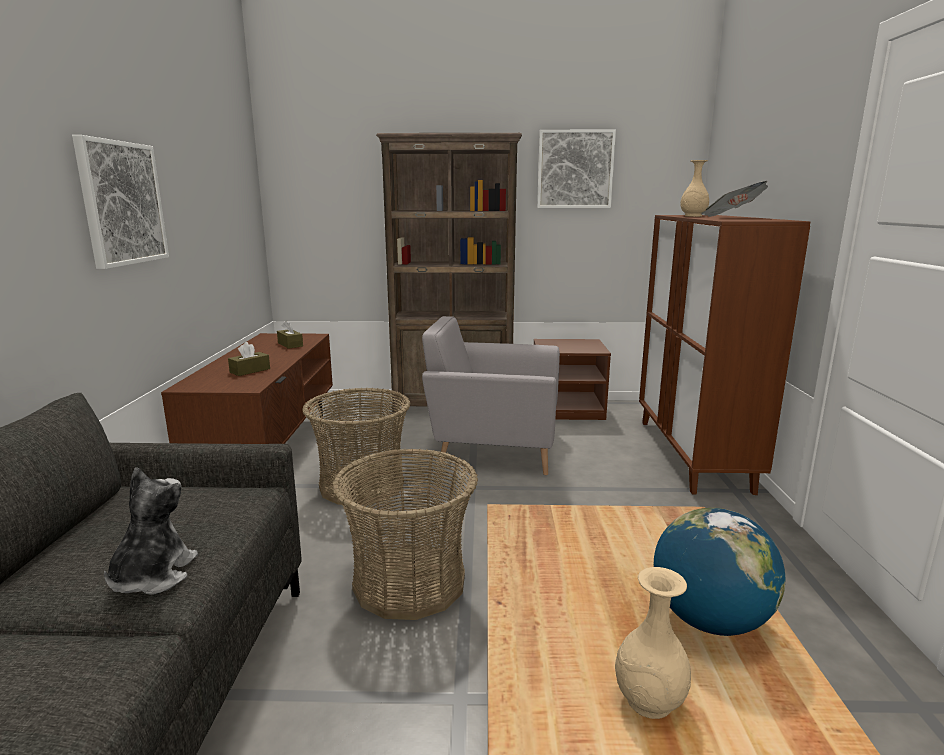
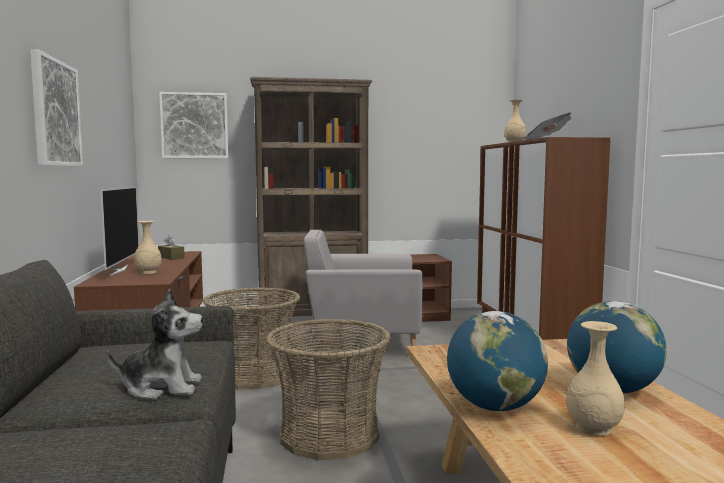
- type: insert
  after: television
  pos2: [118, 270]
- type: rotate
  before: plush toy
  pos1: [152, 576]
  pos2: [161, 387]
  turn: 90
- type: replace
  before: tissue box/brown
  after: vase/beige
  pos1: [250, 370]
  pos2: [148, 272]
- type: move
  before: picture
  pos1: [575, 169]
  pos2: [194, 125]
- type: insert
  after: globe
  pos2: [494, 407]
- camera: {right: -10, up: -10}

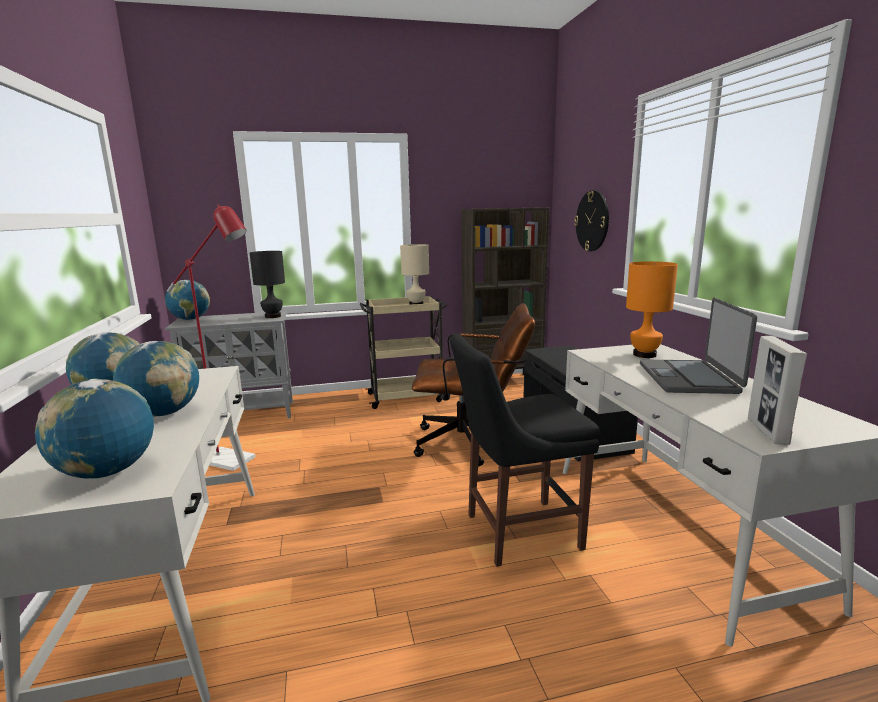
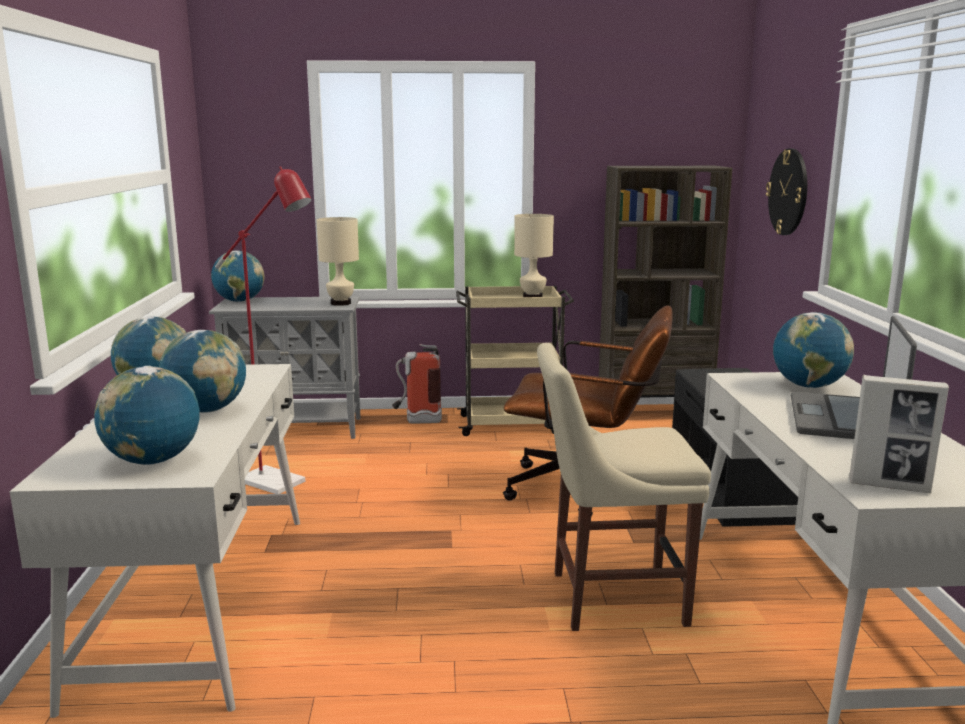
- type: recolor
  before: table lamp/black
  after: table lamp/beige
  pos1: [273, 316]
  pos2: [341, 303]
- type: insert
  after: fire extinguisher
  pos2: [417, 421]
- type: recolor
  before: chair/black
  after: chair/beige
  pos1: [517, 531]
  pos2: [610, 597]
- type: replace
  before: table lamp/orange
  after: globe
  pos1: [645, 355]
  pos2: [808, 386]
- type: rotate
  before: picture frame
  pos1: [767, 431]
  pos2: [889, 486]
  turn: -90
- camera: {right: 10, up: 0}

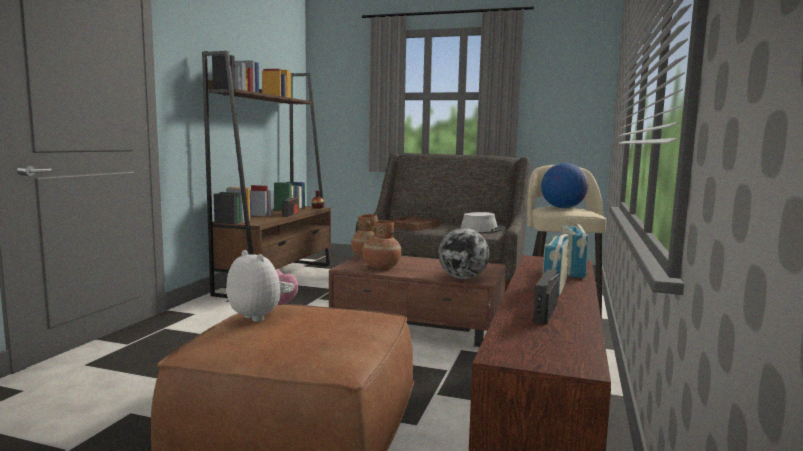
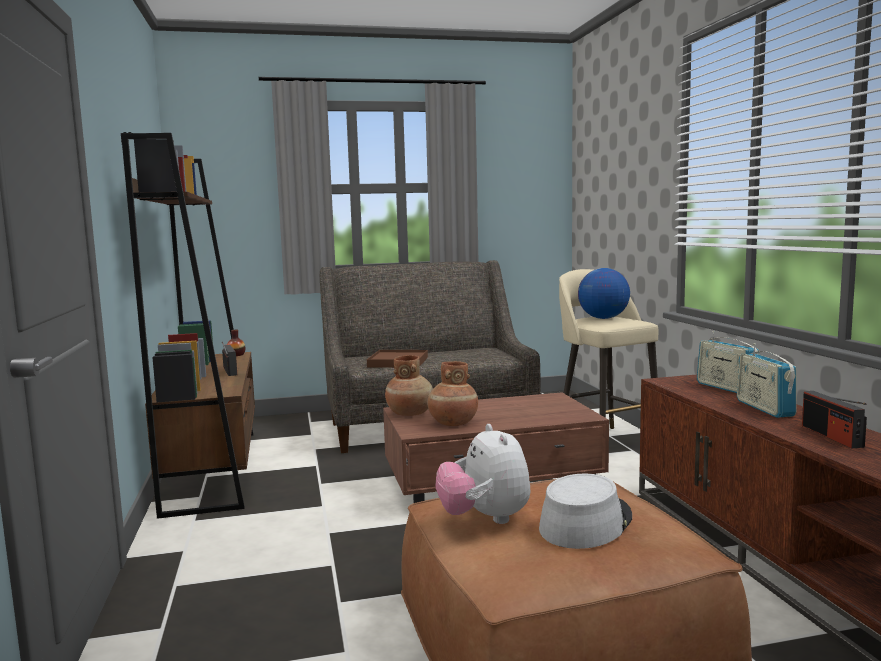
- type: rotate
  before: plush toy
  pos1: [262, 316]
  pos2: [485, 519]
  turn: -120
- type: move
  before: hat/grey
  pos1: [482, 229]
  pos2: [585, 523]
- type: delete
  before: globe
  pos1: [462, 278]
- camera: {right: -30, up: 0}

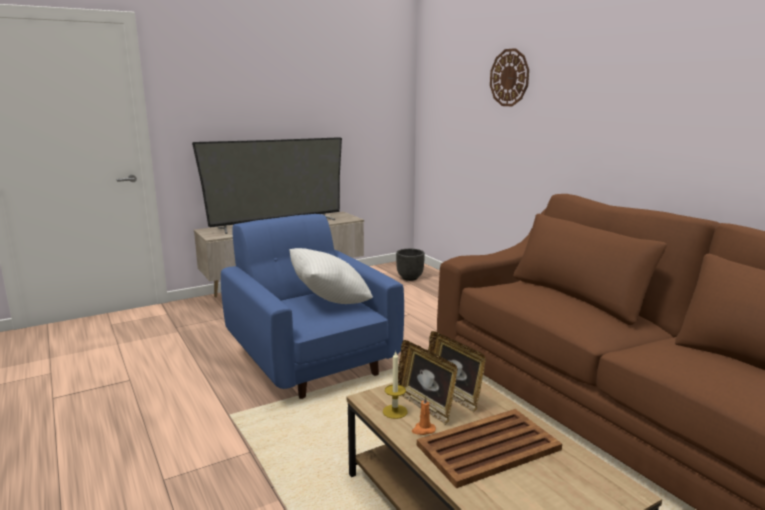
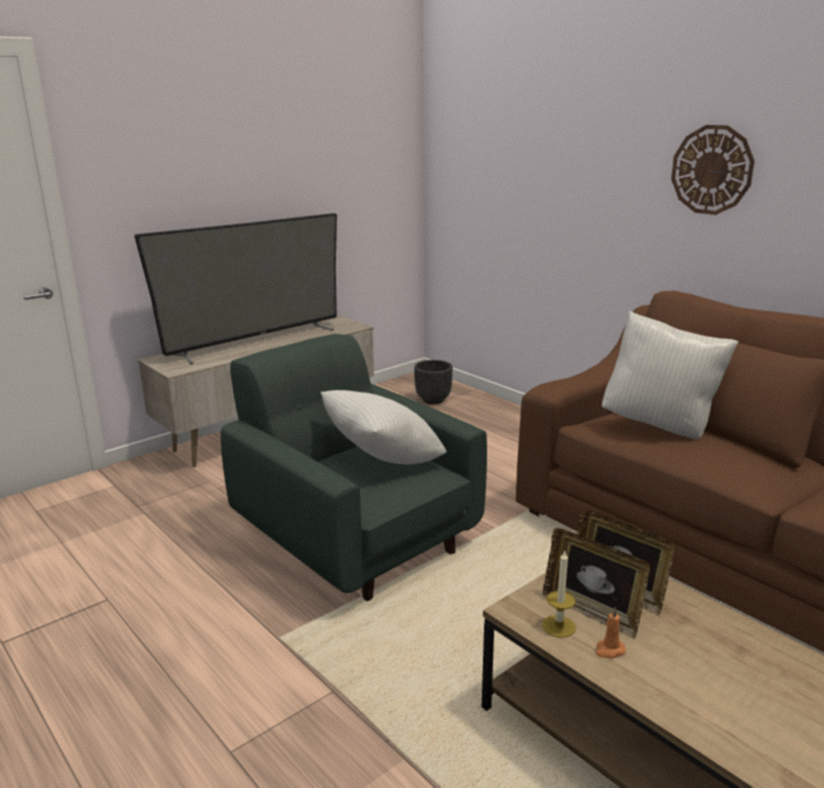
- type: recolor
  before: armchair/blue
  after: armchair/green
  pos1: [311, 360]
  pos2: [354, 539]
- type: insert
  after: pillow/white
  pos2: [660, 425]
- type: move
  before: wall clock
  pos1: [509, 77]
  pos2: [712, 170]
- type: delete
  before: tray/brown
  pos1: [487, 447]
- camera: {right: -10, up: 5}

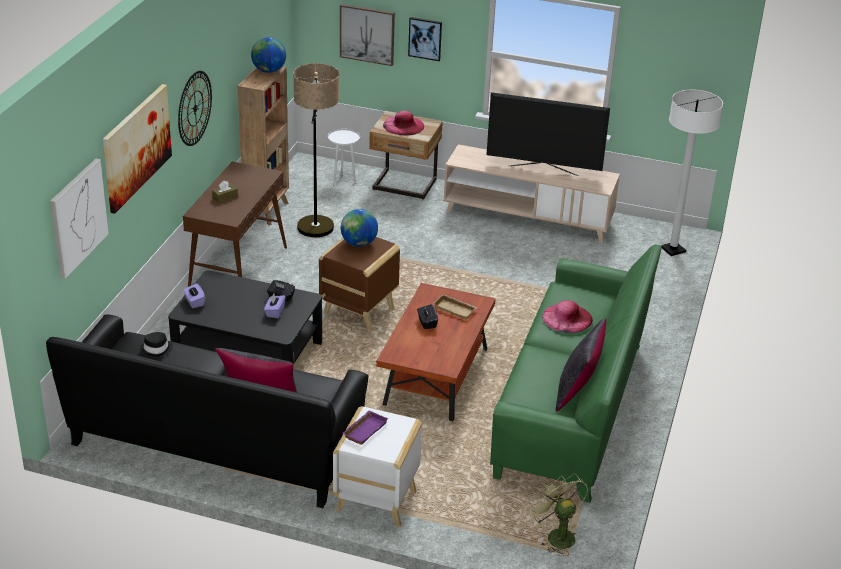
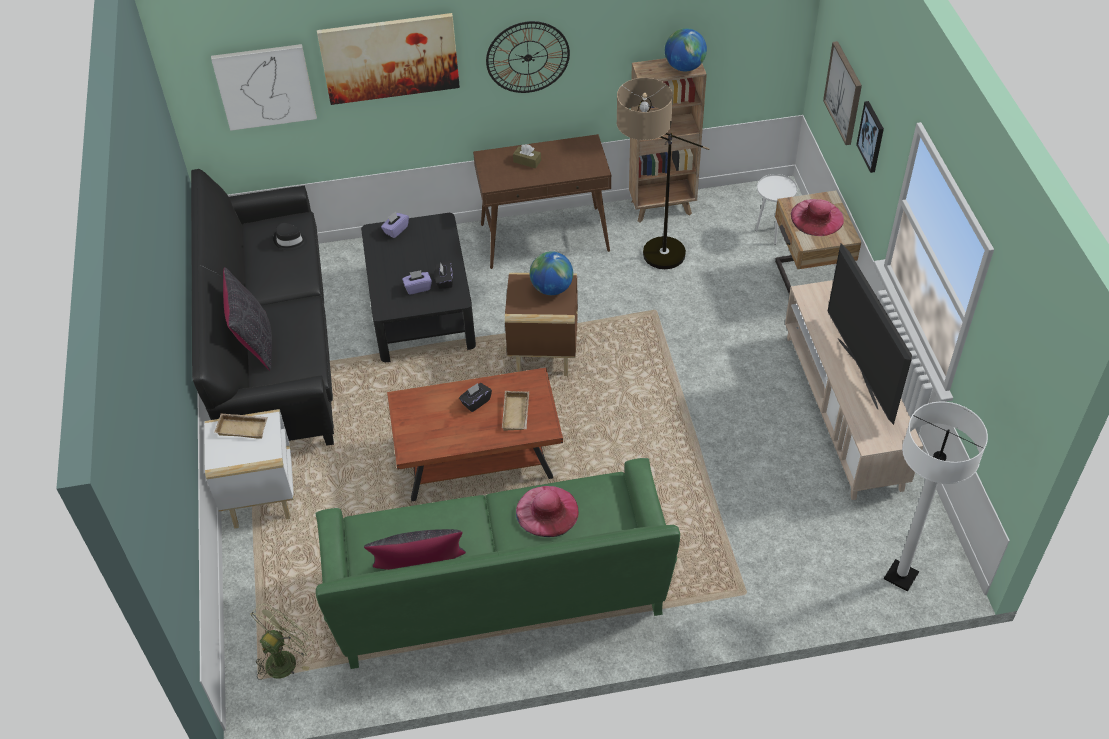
- type: recolor
  before: tray/purple
  after: tray/beige
  pos1: [364, 429]
  pos2: [243, 427]
- camera: {right: 65, up: 15}

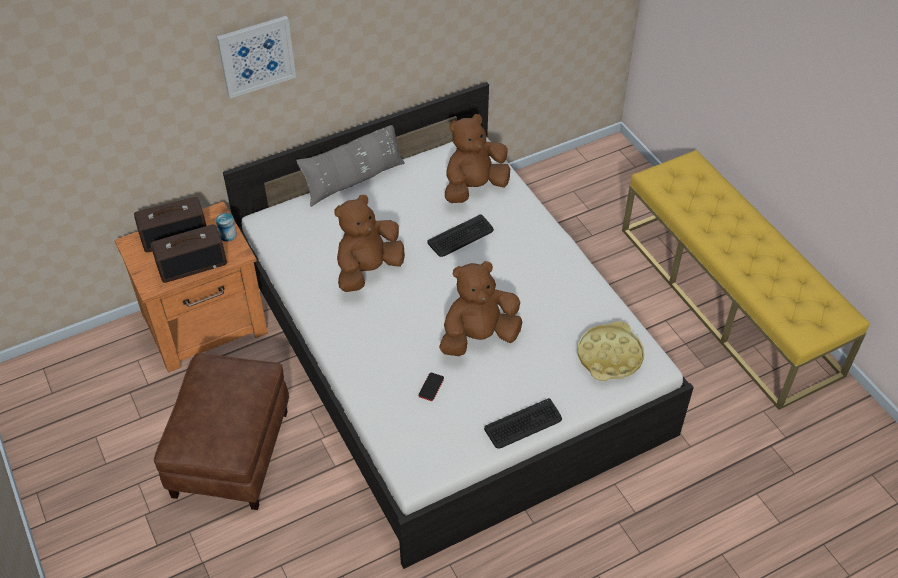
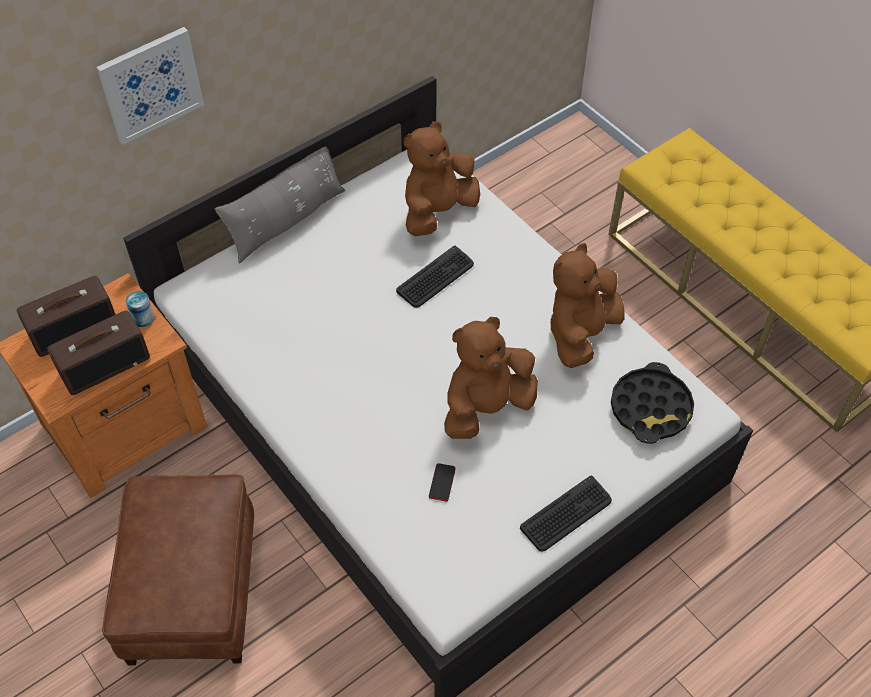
- type: move
  before: plush toy/brown
  pos1: [368, 270]
  pos2: [581, 333]
- type: recolor
  before: tray/yellow
  after: tray/black
  pos1: [610, 356]
  pos2: [650, 408]
- camera: {right: -10, up: 5}

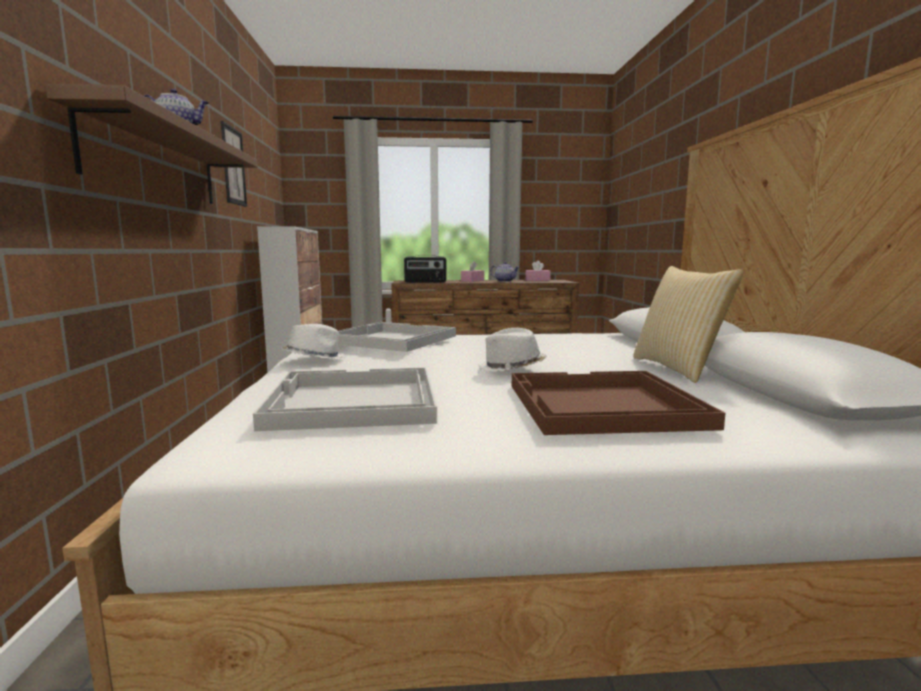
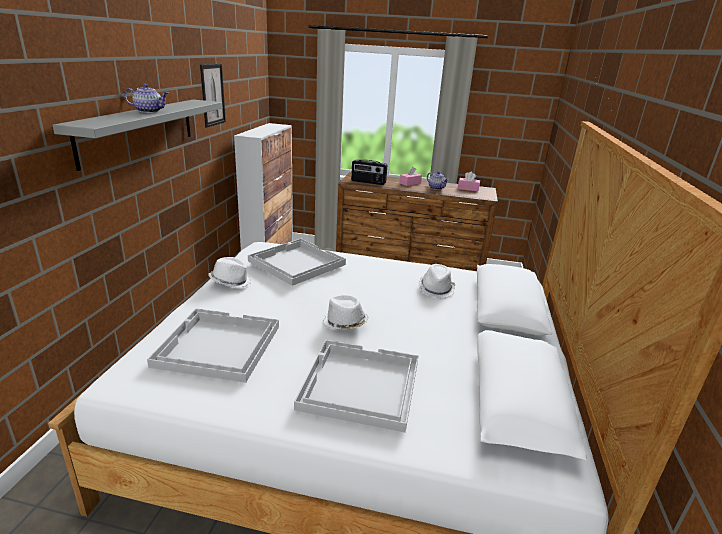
- type: recolor
  before: shelf/brown
  after: shelf/grey
  pos1: [157, 162]
  pos2: [139, 130]
- type: recolor
  before: tray/brown
  after: tray/white
  pos1: [601, 405]
  pos2: [359, 385]
- type: insert
  after: hat/white
  pos2: [436, 289]
- type: delete
  before: pillow
  pos1: [679, 368]
- camera: {right: 15, up: 15}

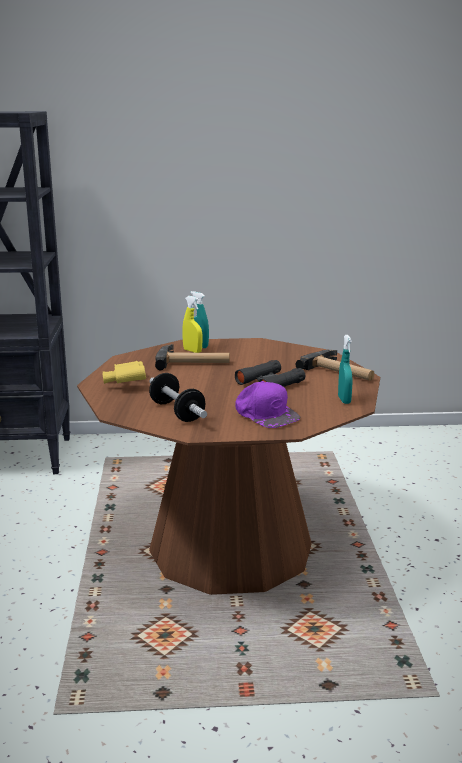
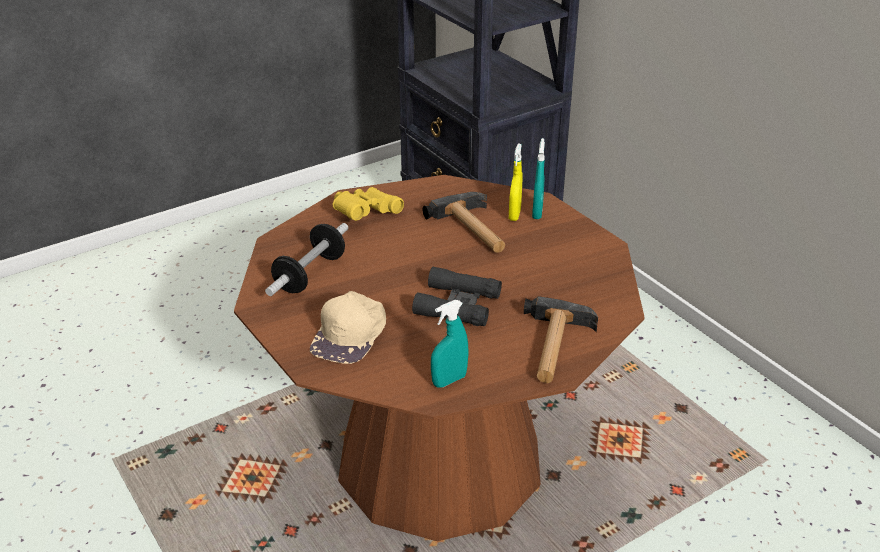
- type: recolor
  before: cap/purple
  after: cap/beige
  pos1: [266, 414]
  pos2: [351, 334]
- camera: {right: 60, up: 15}

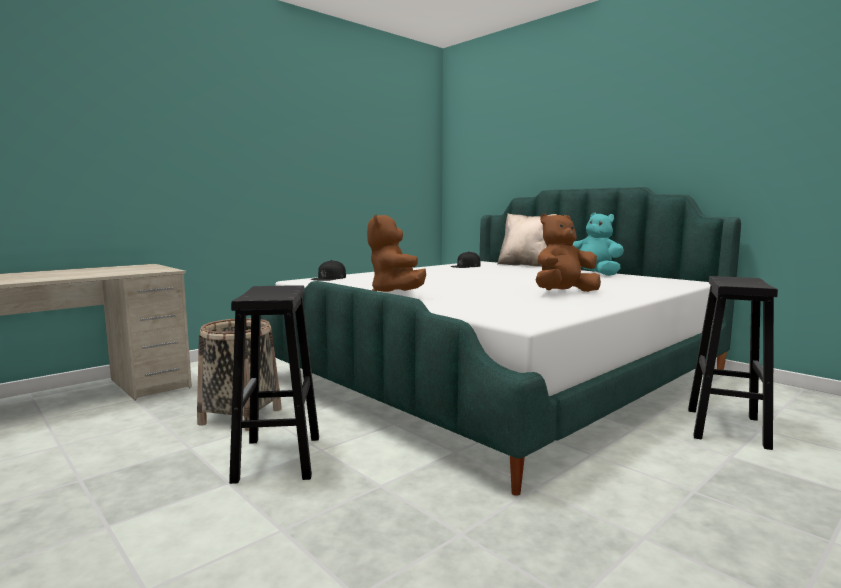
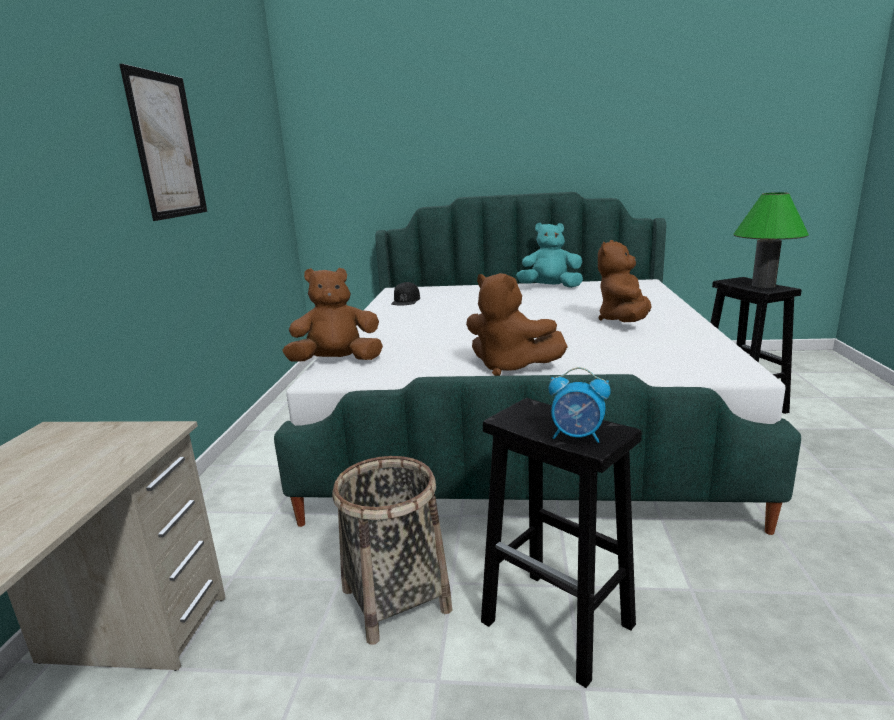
- type: insert
  after: picture
  pos2: [167, 146]
- type: replace
  before: cap/black
  after: plush toy/brown
  pos1: [329, 278]
  pos2: [337, 362]
- type: insert
  after: alarm clock
  pos2: [577, 437]
- type: insert
  after: table lamp/green
  pos2: [763, 285]
- type: delete
  before: pillow/beige
  pos1: [526, 265]
- camera: {right: -40, up: 10}

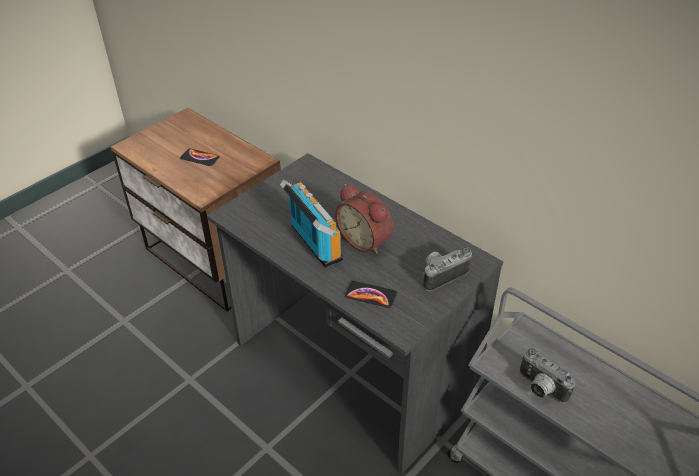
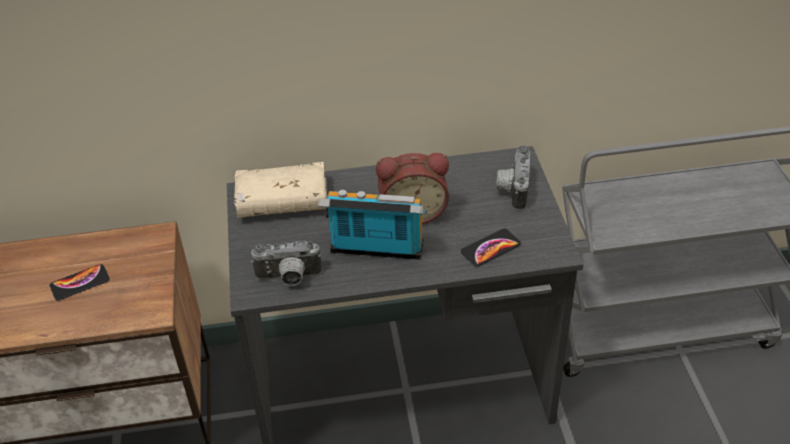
- type: insert
  after: book/beige
  pos2: [282, 201]
- type: move
  before: photo camera
  pos1: [539, 389]
  pos2: [288, 279]
- camera: {right: -50, up: 0}

